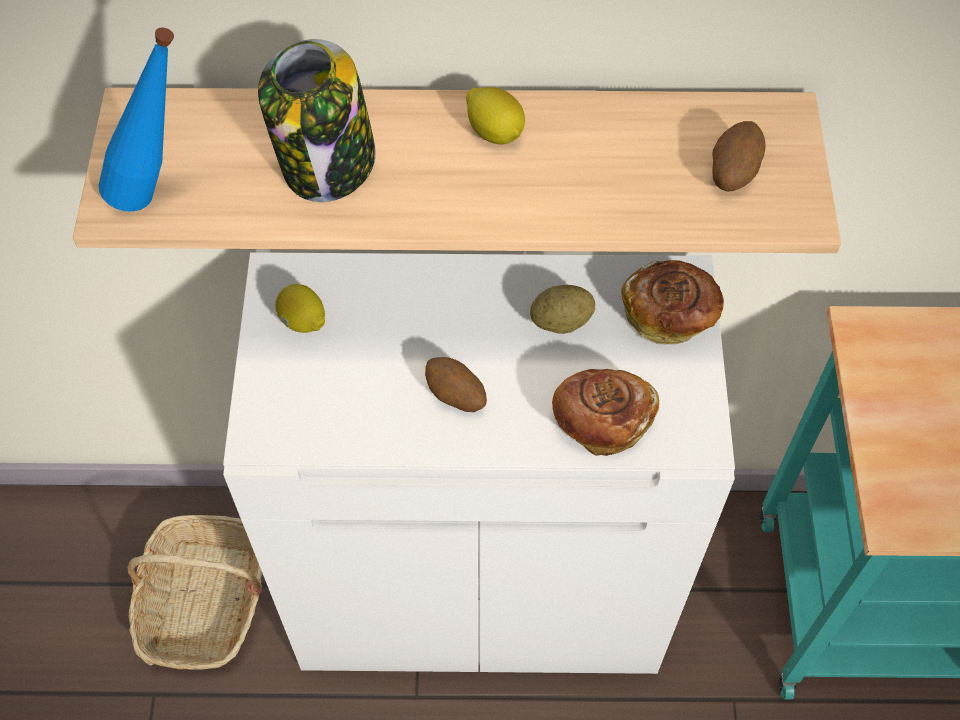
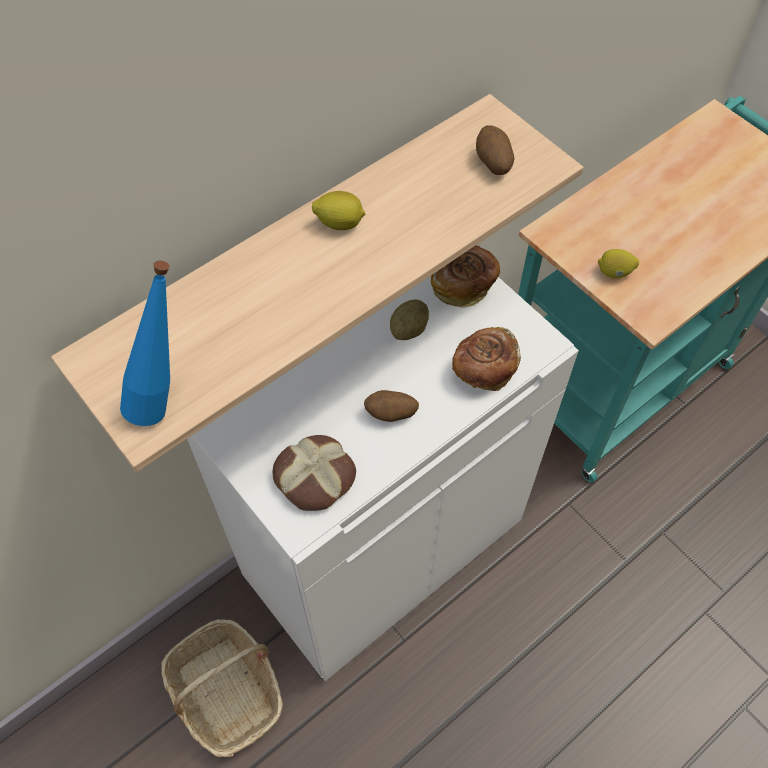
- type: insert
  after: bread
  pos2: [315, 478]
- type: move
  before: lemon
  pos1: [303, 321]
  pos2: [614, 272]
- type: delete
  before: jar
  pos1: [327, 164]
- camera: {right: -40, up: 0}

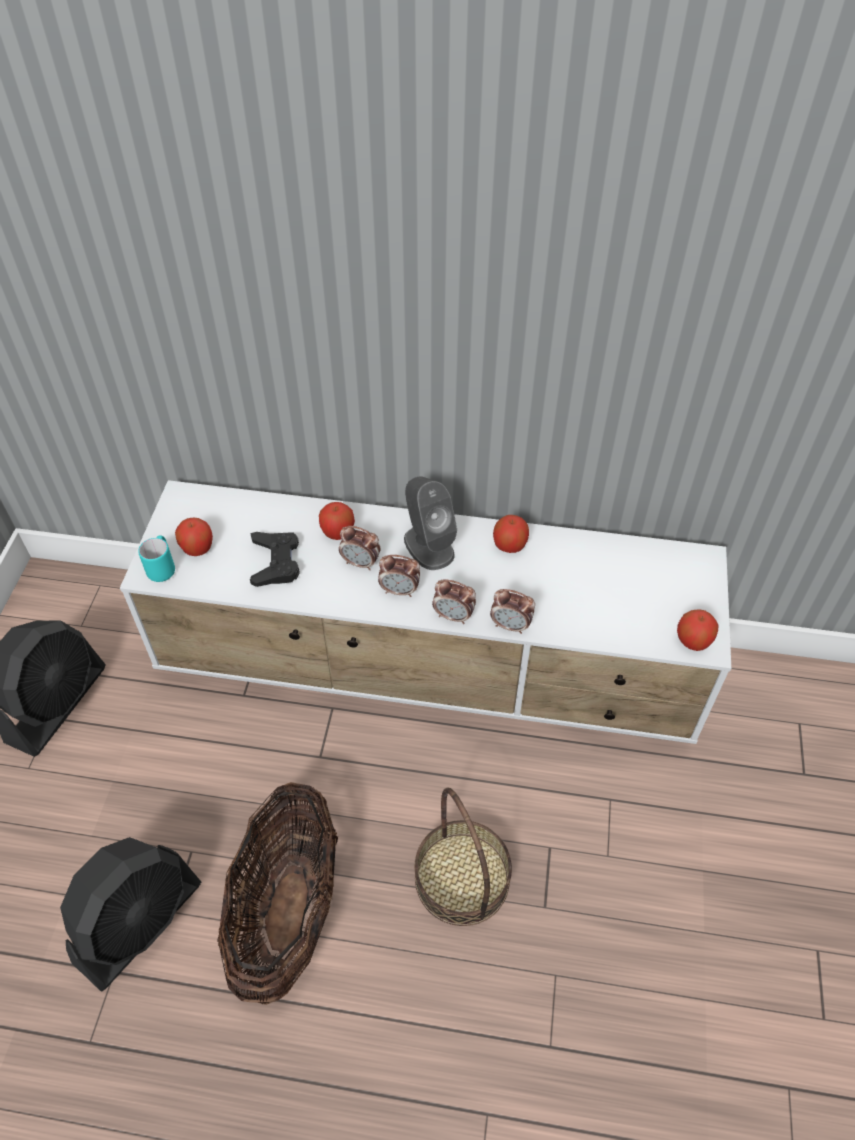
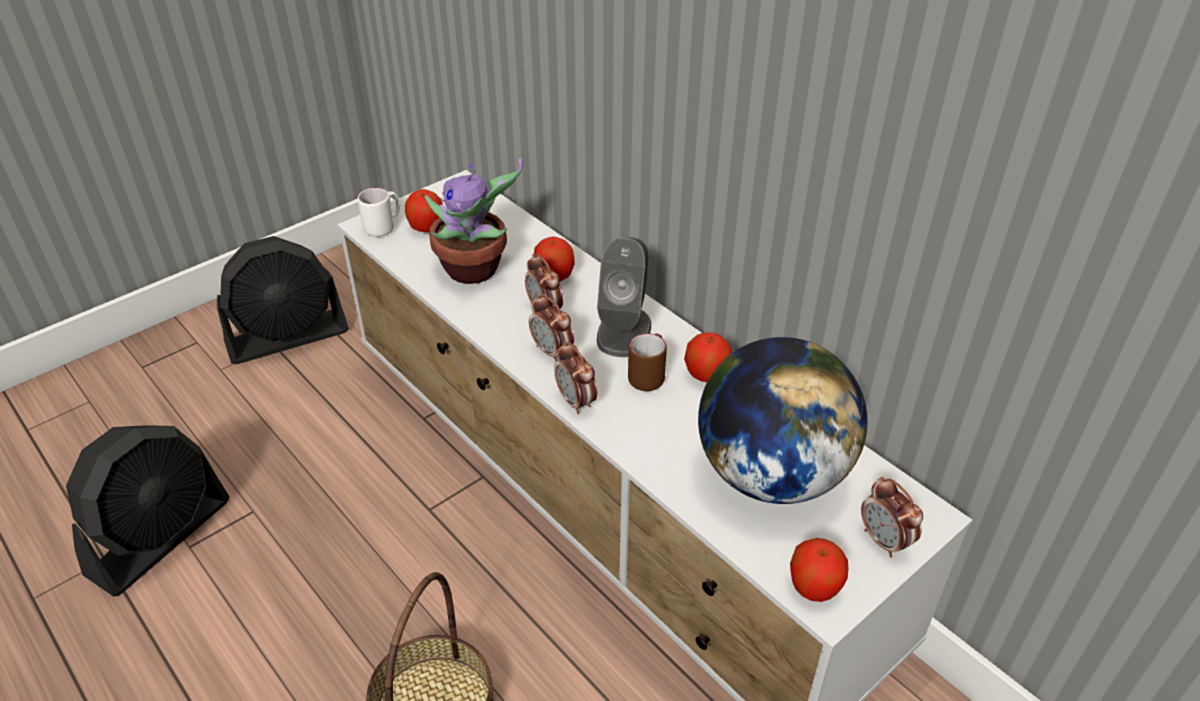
- type: rotate
  before: fan/black
  pos1: [140, 922]
  pos2: [160, 537]
  turn: -45
- type: recolor
  before: mug/turquoise
  after: mug/white
  pos1: [162, 567]
  pos2: [384, 227]
- type: replace
  before: game controller/black
  after: potted plant
  pos1: [275, 562]
  pos2: [474, 270]
- type: insert
  after: mug/brown
  pos2: [649, 376]
- type: insert
  after: globe
  pos2: [771, 474]
- type: move
  before: alarm clock
  pos1: [510, 625]
  pos2: [884, 541]
- type: delete
  before: basket
  pos1: [288, 911]
- camera: {right: 40, up: -10}

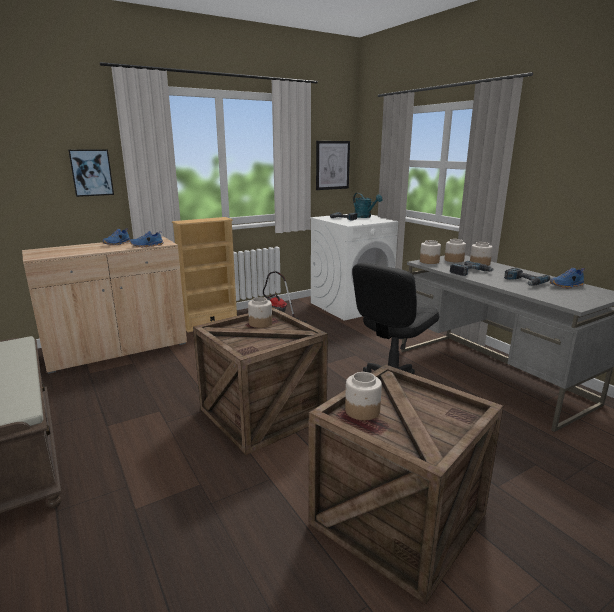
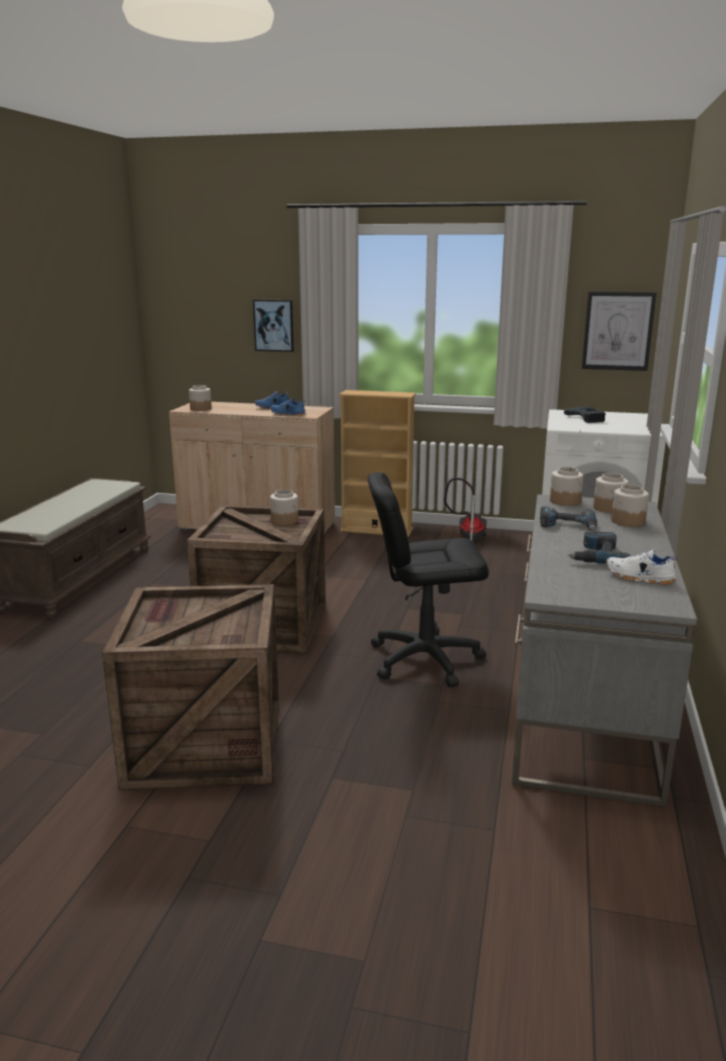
- type: move
  before: jar
  pos1: [361, 410]
  pos2: [200, 409]
- type: recolor
  before: shoe/blue
  after: shoe/white
  pos1: [567, 286]
  pos2: [639, 578]
- type: delete
  before: watering can/turquoise
  pos1: [365, 217]
- camera: {right: 45, up: 0}

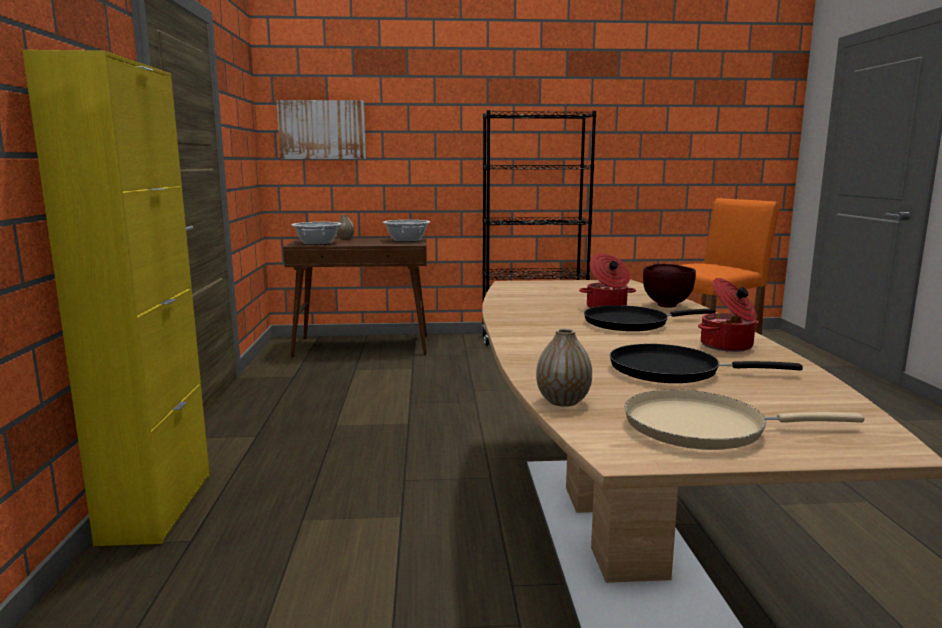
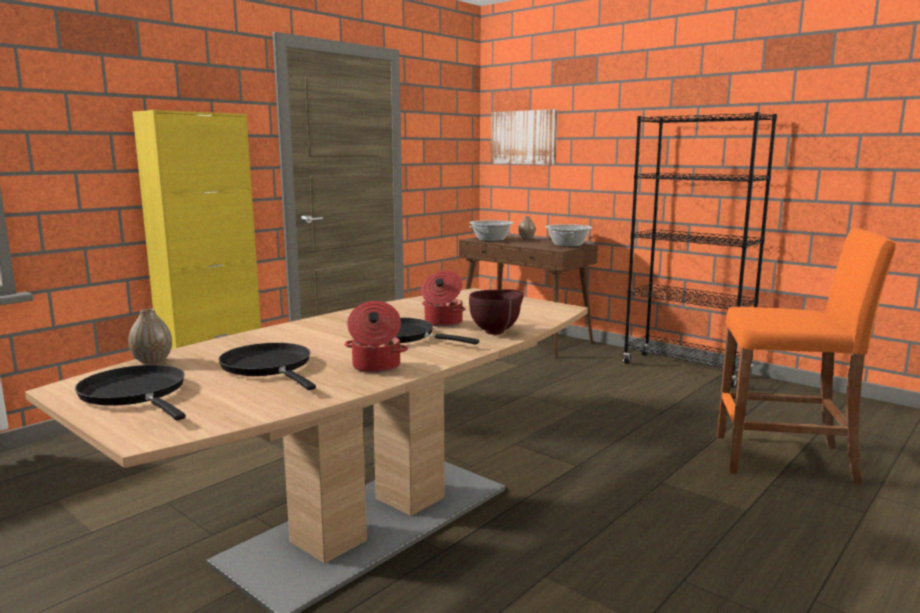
- type: recolor
  before: frying pan/beige
  after: frying pan/black
  pos1: [704, 427]
  pos2: [136, 394]
- camera: {right: 45, up: 0}

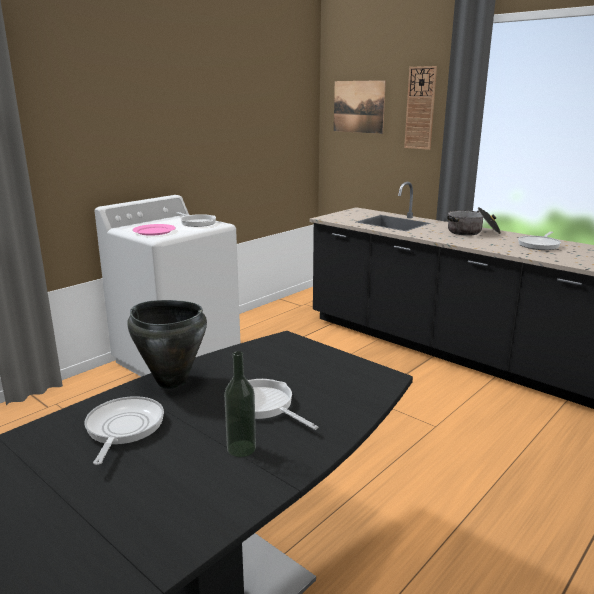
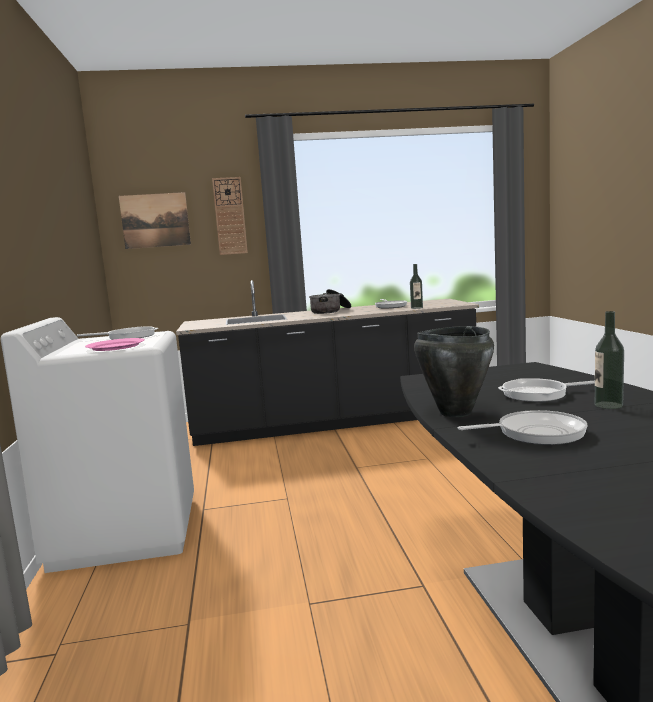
- type: insert
  after: bottle
  pos2: [417, 308]
- type: rotate
  before: frying pan
  pos1: [123, 428]
  pos2: [535, 433]
  turn: 135
- camera: {right: -50, up: -10}

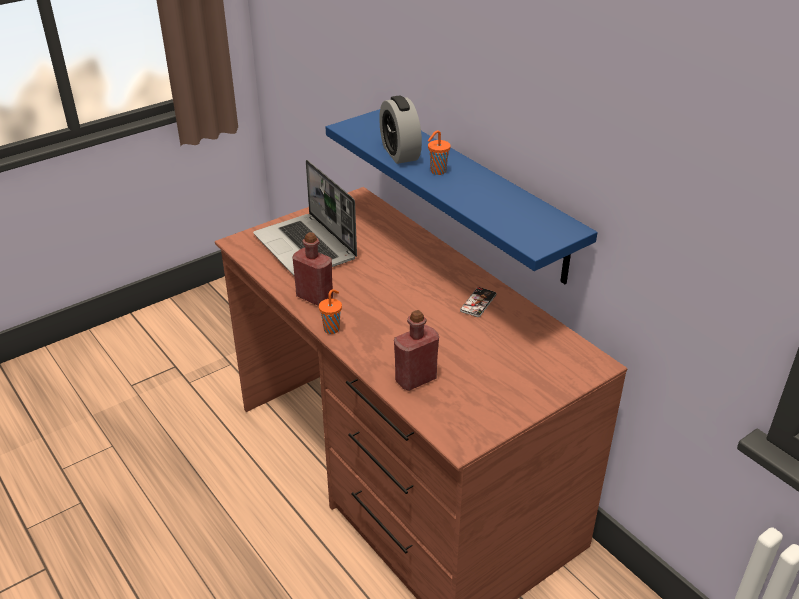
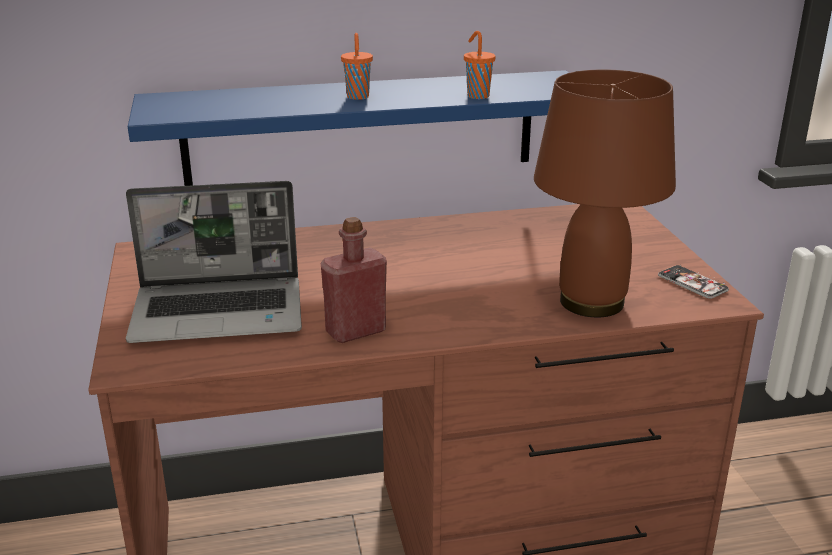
- type: move
  before: cup/orange
  pos1: [332, 328]
  pos2: [477, 96]
- type: replace
  before: bottle/red
  after: table lamp/brown
  pos1: [415, 379]
  pos2: [592, 301]
- type: move
  before: phone
  pos1: [478, 302]
  pos2: [692, 283]
- type: delete
  before: alarm clock
  pos1: [400, 153]
- camera: {right: -65, up: -10}

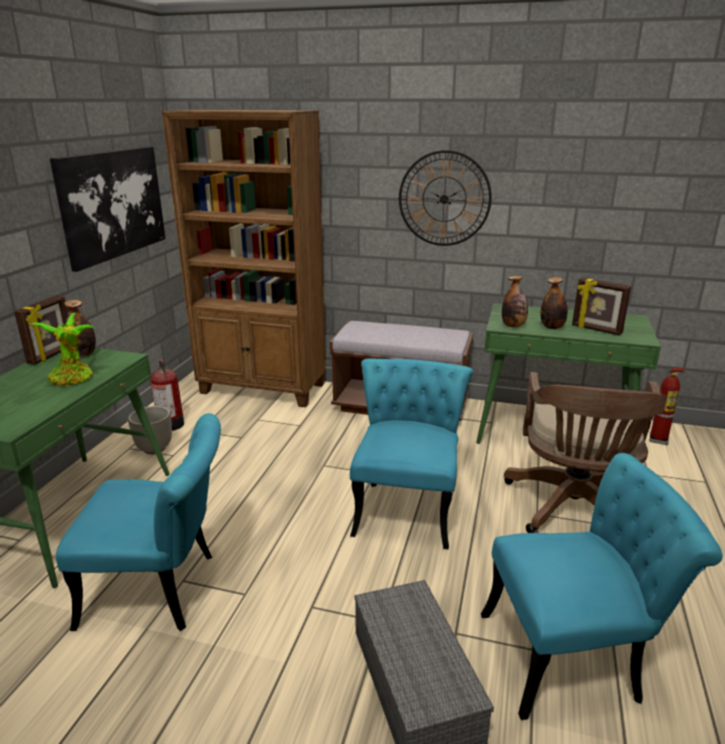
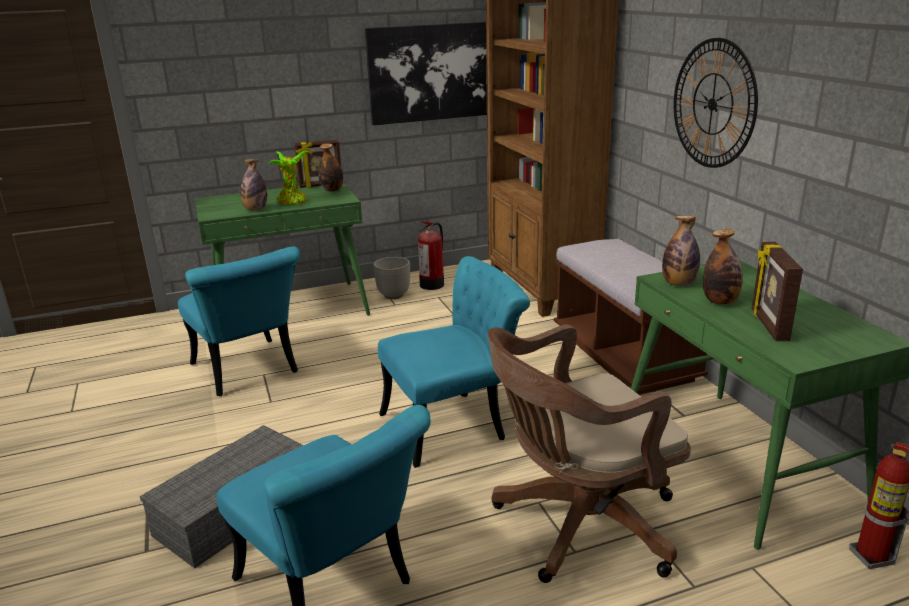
- type: insert
  after: bottle
  pos2: [255, 209]
- camera: {right: 55, up: 0}

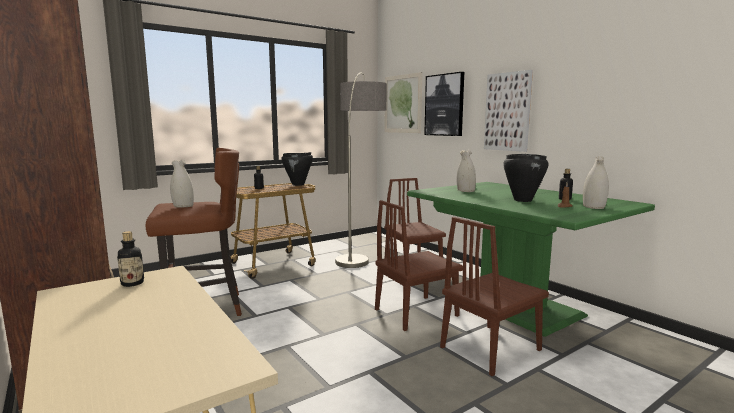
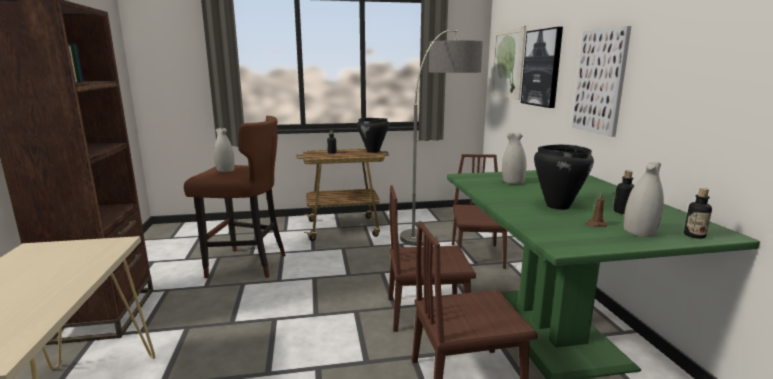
- type: move
  before: bottle
  pos1: [132, 283]
  pos2: [694, 235]
- camera: {right: 25, up: 5}

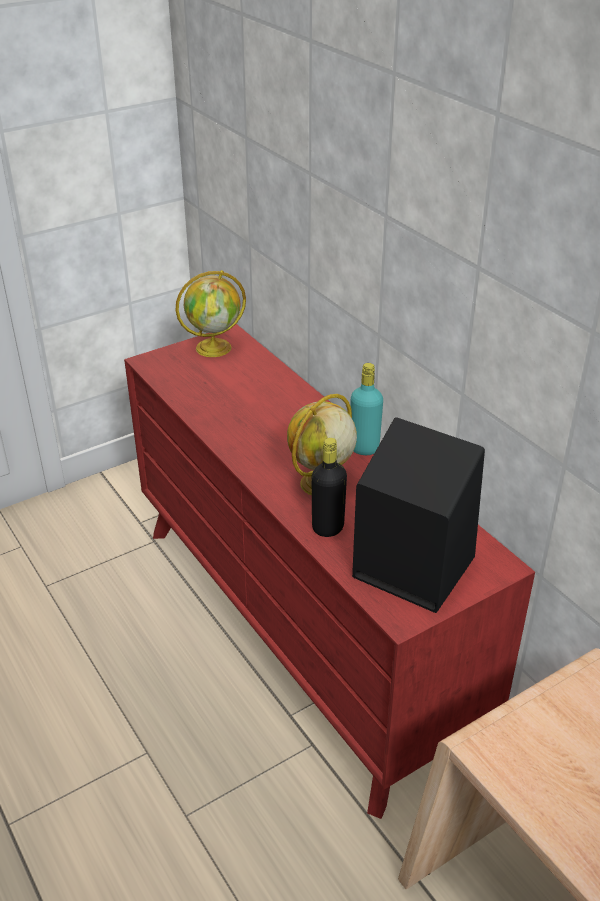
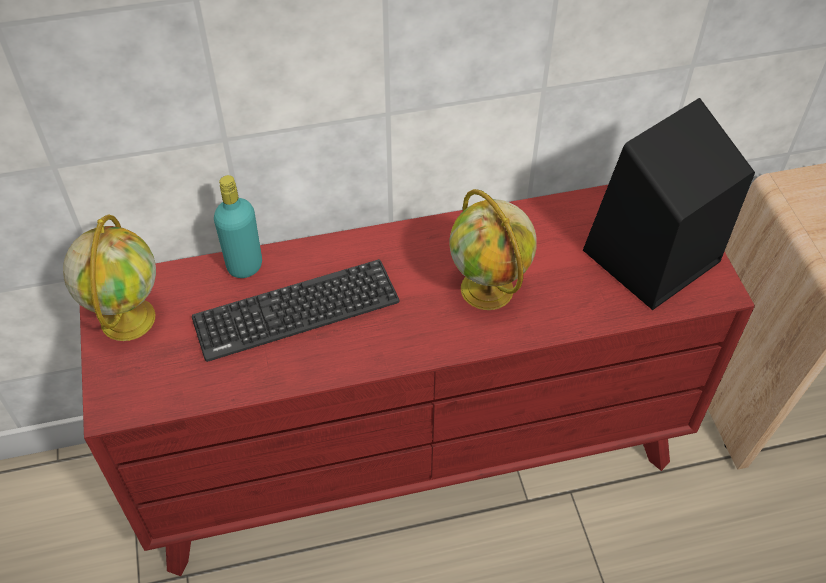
- type: insert
  after: keyboard
  pos2: [296, 310]
- type: move
  before: bottle/turquoise
  pos1: [364, 448]
  pos2: [245, 266]
- type: delete
  before: bottle/black
  pos1: [328, 528]
- camera: {right: -70, up: 15}

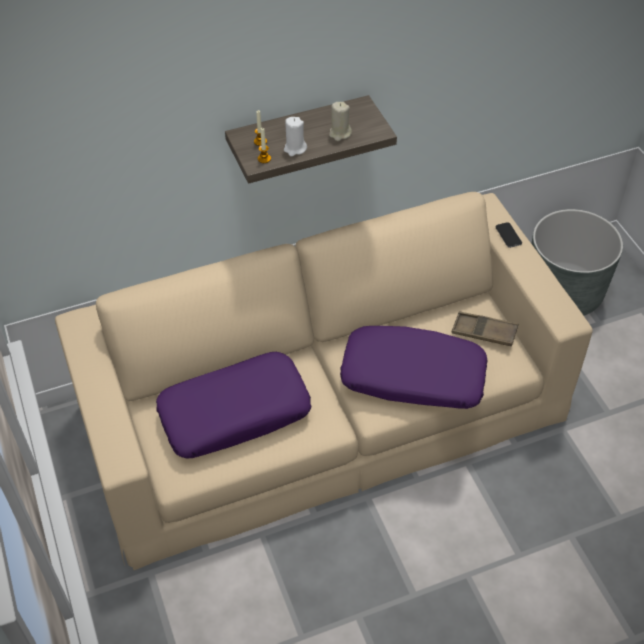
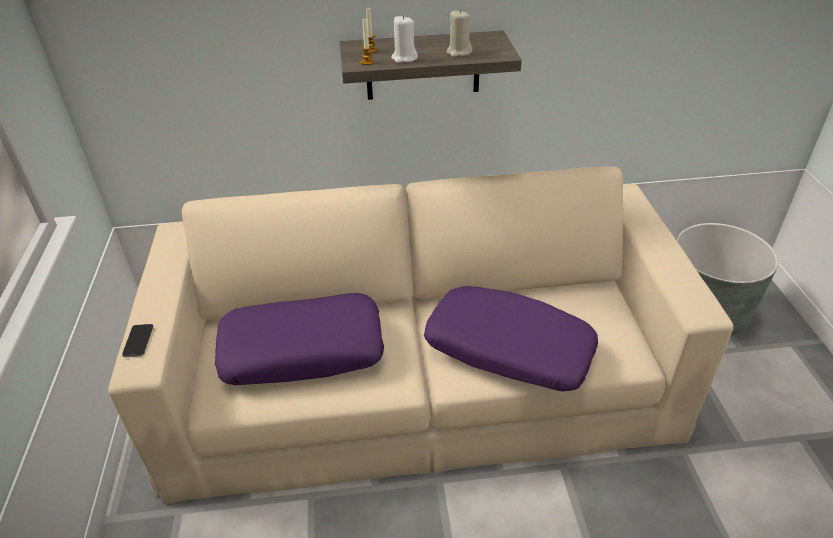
- type: move
  before: phone
  pos1: [508, 235]
  pos2: [138, 341]
- type: delete
  before: tray/brown
  pos1: [484, 332]
- camera: {right: 15, up: -10}

